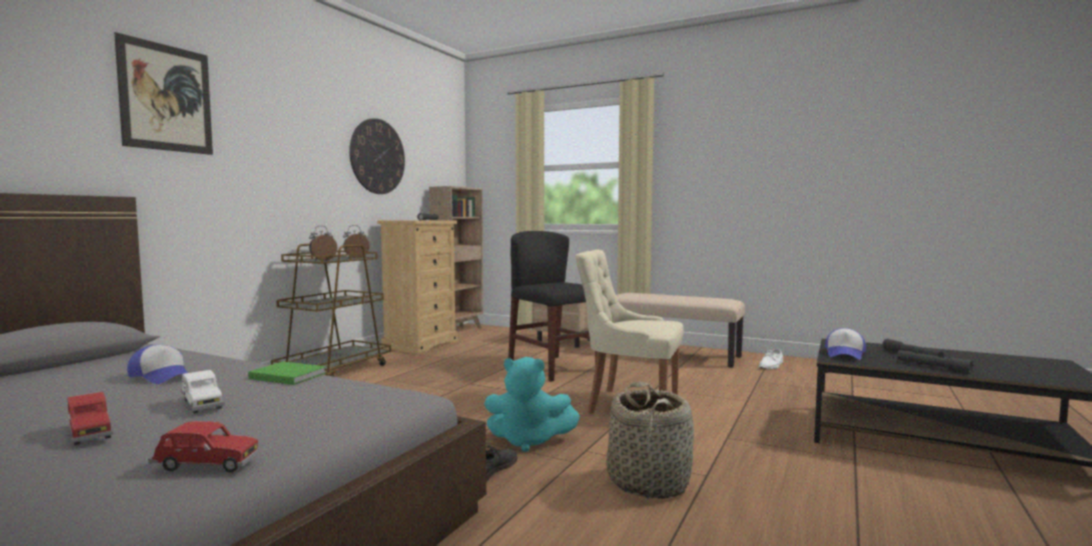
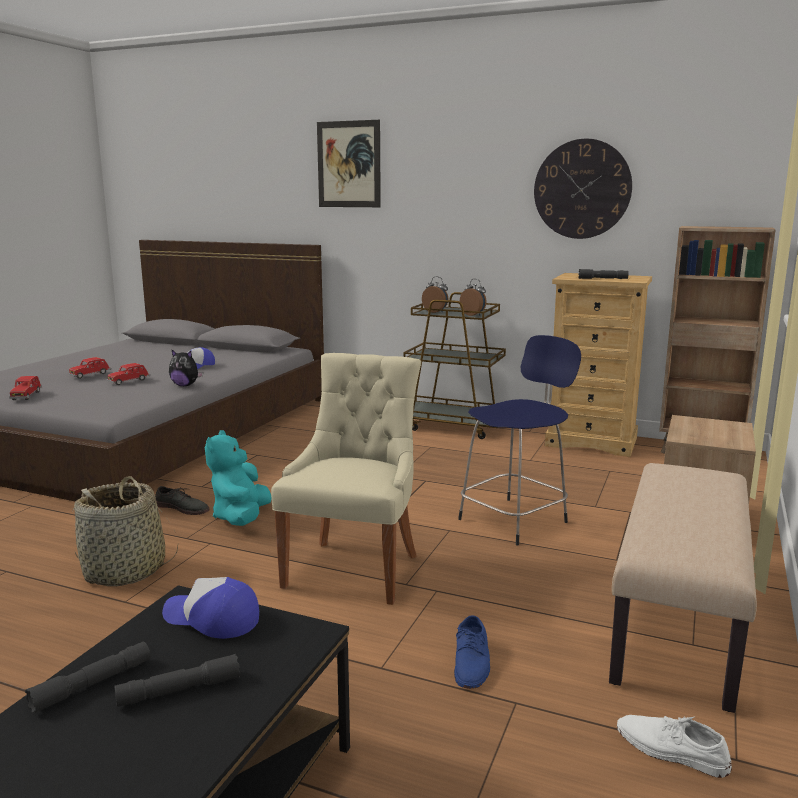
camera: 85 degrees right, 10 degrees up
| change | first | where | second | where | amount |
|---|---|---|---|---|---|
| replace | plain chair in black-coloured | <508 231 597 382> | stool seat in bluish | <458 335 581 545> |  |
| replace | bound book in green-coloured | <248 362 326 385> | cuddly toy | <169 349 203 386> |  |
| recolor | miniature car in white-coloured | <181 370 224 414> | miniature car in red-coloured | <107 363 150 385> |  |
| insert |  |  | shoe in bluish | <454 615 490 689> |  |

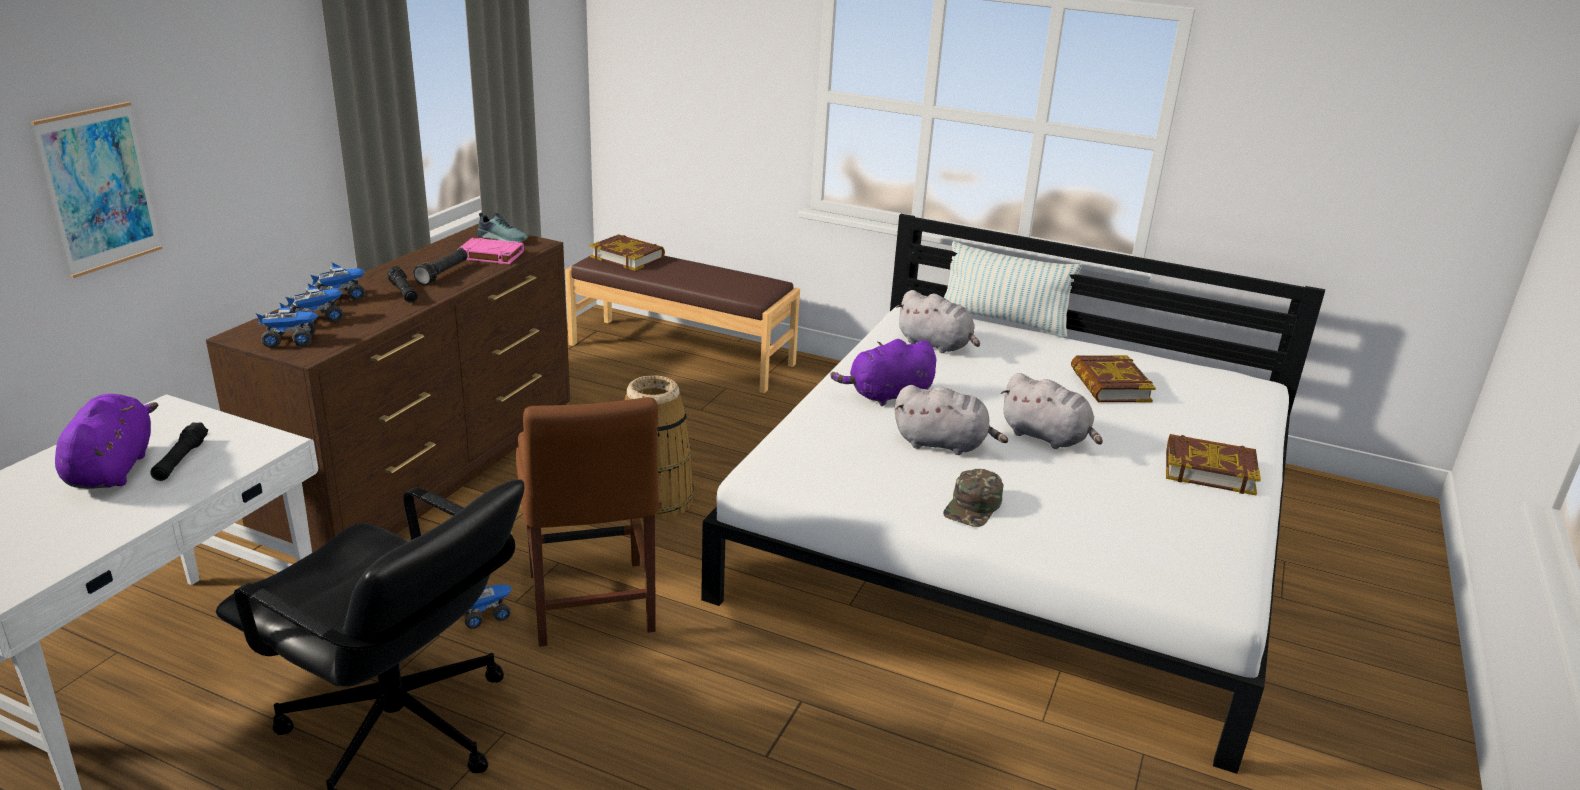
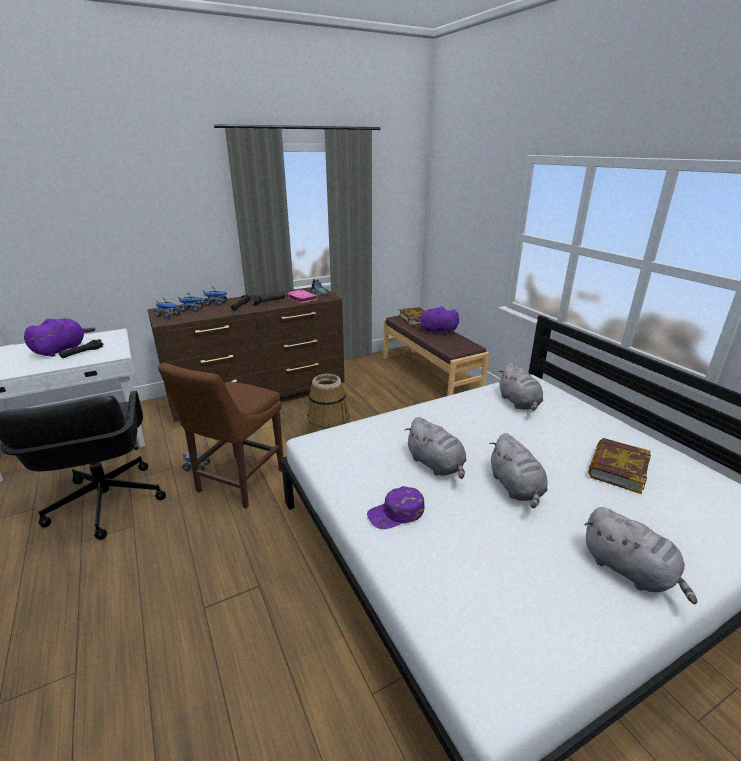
camera: 40 degrees right, 0 degrees up
| change | first | where | second | where | amount |
|---|---|---|---|---|---|
| delete | picture | <31 102 162 278> |  |  |  |
| delete | pillow | <944 241 1082 338> |  |  |  |
| move | cuddly toy in purple-coloured | <830 339 936 406> |  | <414 306 459 335> |  |
| replace | bound book | <1166 434 1261 495> | cuddly toy in greyish | <584 507 697 605> |  |
| recolor | peaked cap in green-coloured | <943 469 1004 527> | peaked cap in purple-coloured | <367 486 424 529> |  |

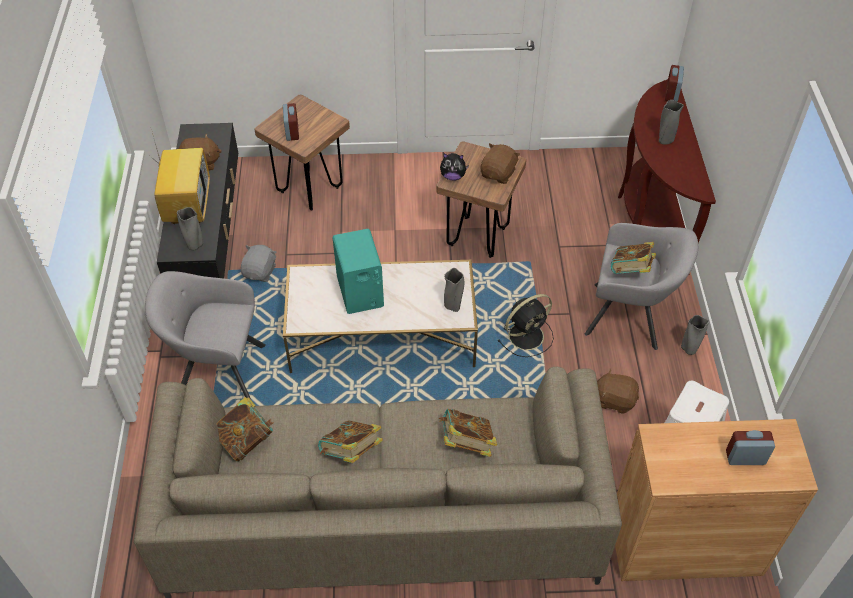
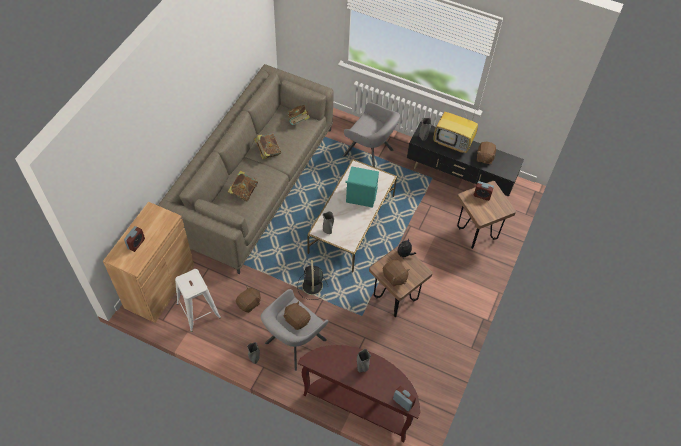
camera: 115 degrees right, 5 degrees up
| change | first | where | second | where | amount |
|---|---|---|---|---|---|
| replace | bound book | <611 242 656 274> | cuddly toy in brownish | <284 301 311 330> |  |
| delete | cuddly toy in greyish | <241 245 277 282> |  |  |  |
| rotate | easy chair in greyish | <145 271 266 399> |  | <343 102 400 167> | 90 degrees clockwise |

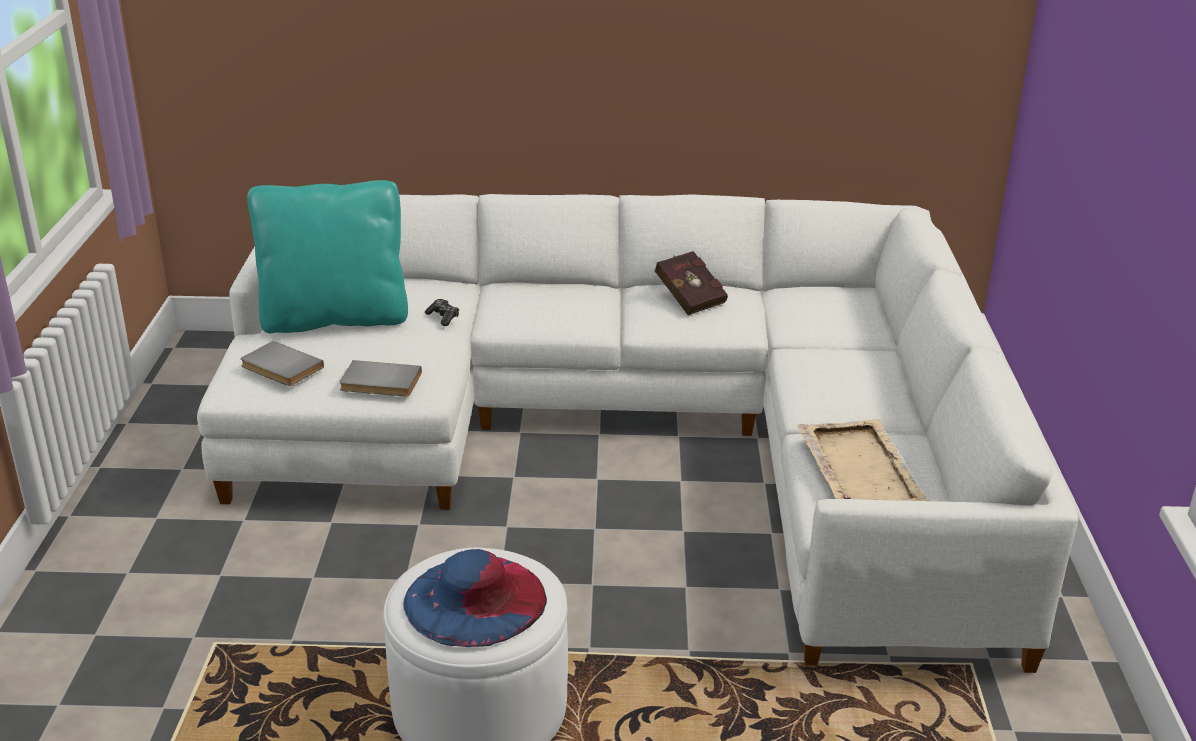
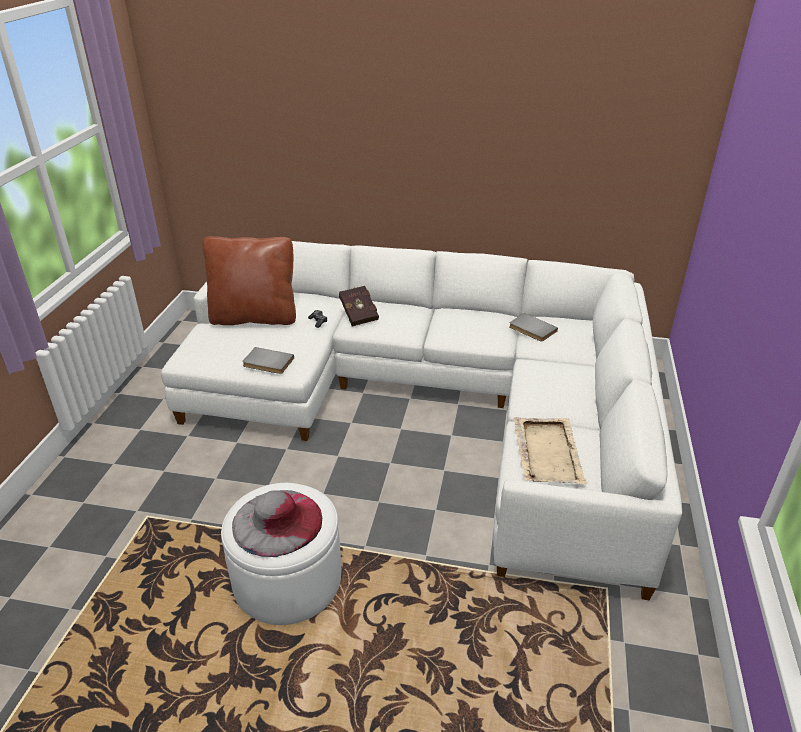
camera: 10 degrees right, 5 degrees up
| change | first | where | second | where | amount |
|---|---|---|---|---|---|
| recolor | pillow in turquoise | <247 180 408 333> | pillow in brownish | <202 236 296 325> |  |
| move | bound book in red-coloured | <654 251 728 315> |  | <339 286 379 326> |  |
| move | bound book in greyish | <241 341 324 386> |  | <509 313 558 342> |  |
| recolor | wearable hat in bluish | <403 549 547 647> | wearable hat in greyish | <232 490 322 557> |  |

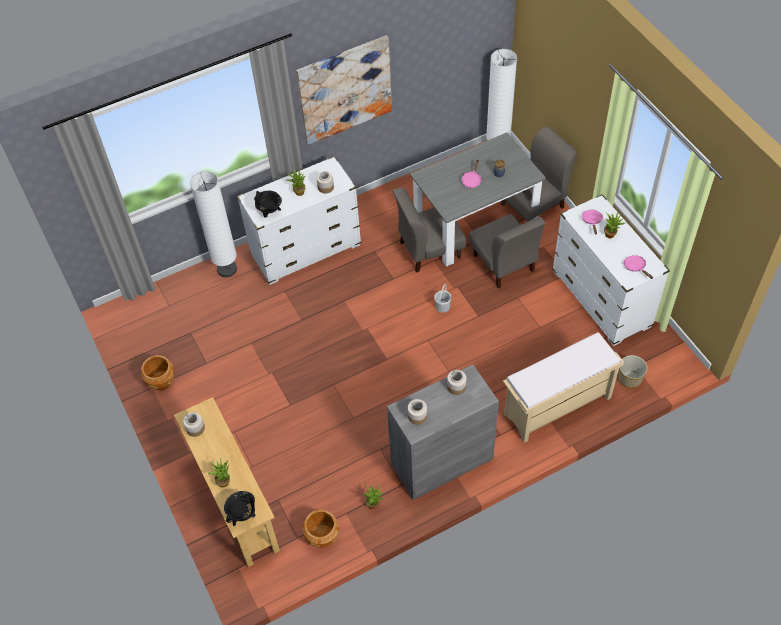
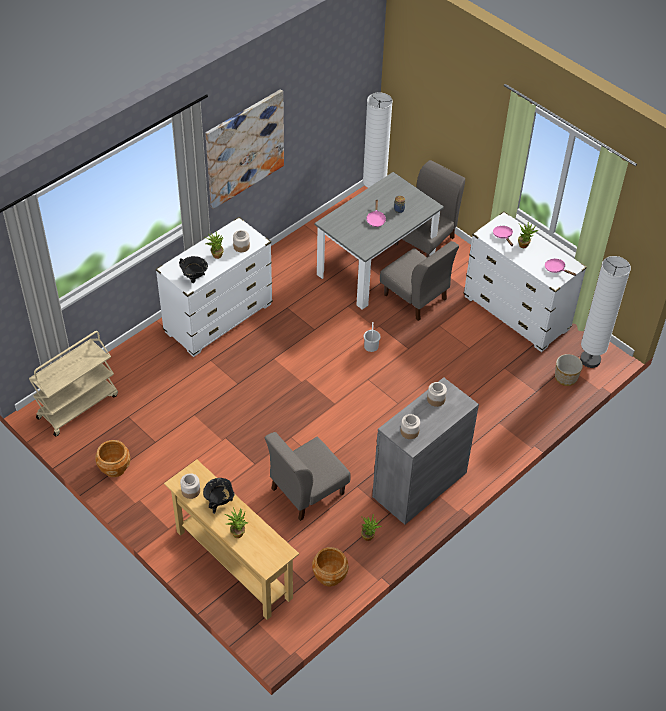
camera: 20 degrees left, 5 degrees down
| change | first | where | second | where | amount |
|---|---|---|---|---|---|
| move | floor lamp in white-coloured | <190 171 237 277> |  | <580 256 631 368> |  |
| move | plain chair in greyish | <392 188 466 273> |  | <264 432 351 521> |  |
| delete | long seat in sand-coloured | <503 332 624 443> |  |  |  |
| move | saucepot in black-coloured | <224 491 255 526> |  | <203 478 235 514> |  |
| insert |  |  | wheeled cart in sand-coloured | <29 331 118 437> |  |

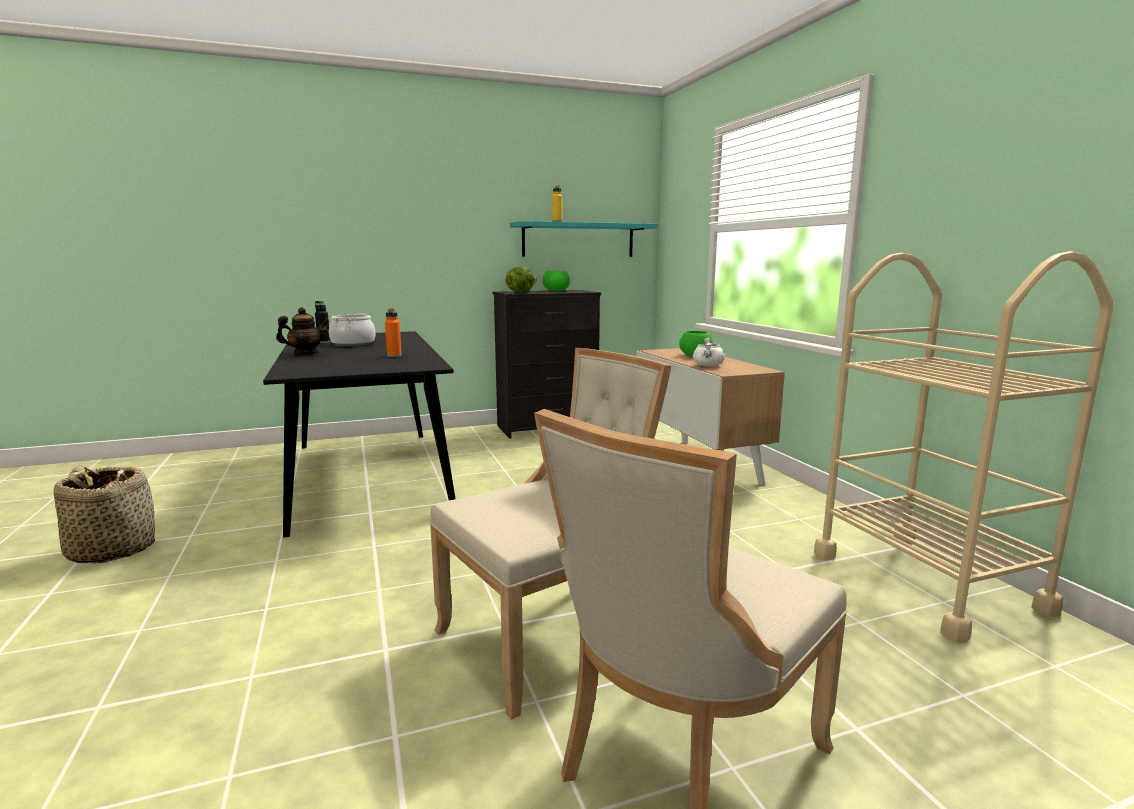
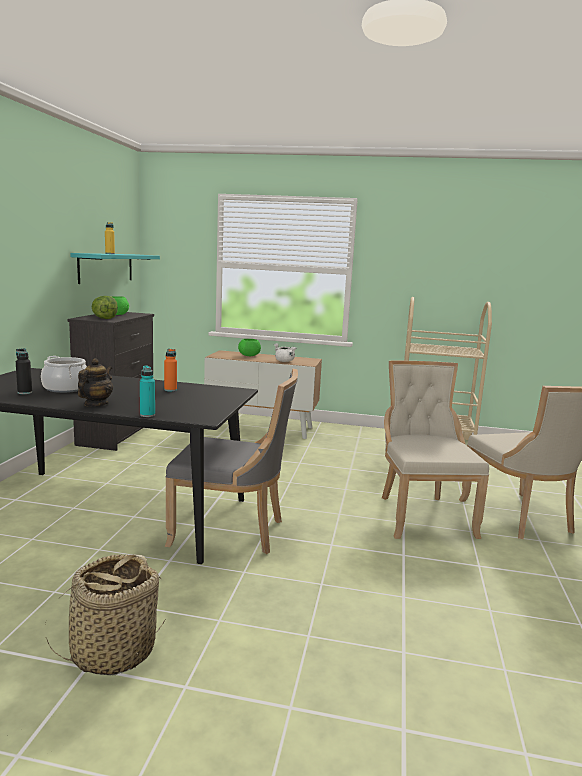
camera: 60 degrees left, 0 degrees up
| change | first | where | second | where | amount |
|---|---|---|---|---|---|
| insert |  |  | drink bottle in turquoise | <140 366 155 417> |  |
| insert |  |  | plain chair in greyish | <165 368 298 554> |  |

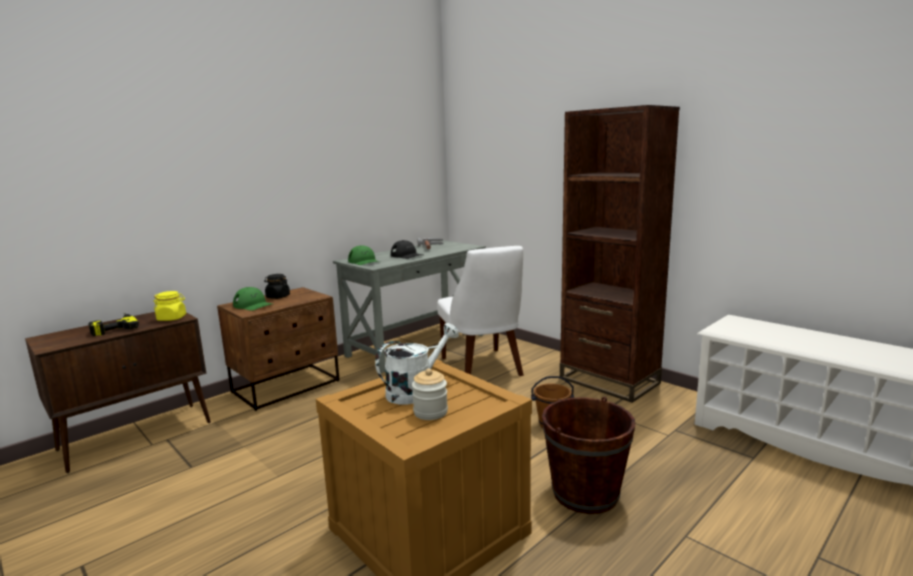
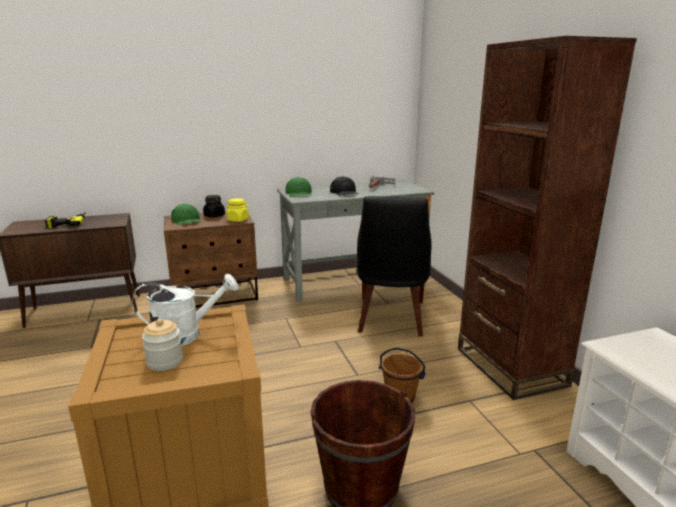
camera: 25 degrees right, 5 degrees up
| change | first | where | second | where | amount |
|---|---|---|---|---|---|
| recolor | plain chair in white-coloured | <437 246 524 376> | plain chair in black-coloured | <356 196 431 336> |  |
| move | jar in yellow-coloured | <153 291 186 321> |  | <227 198 249 222> |  |

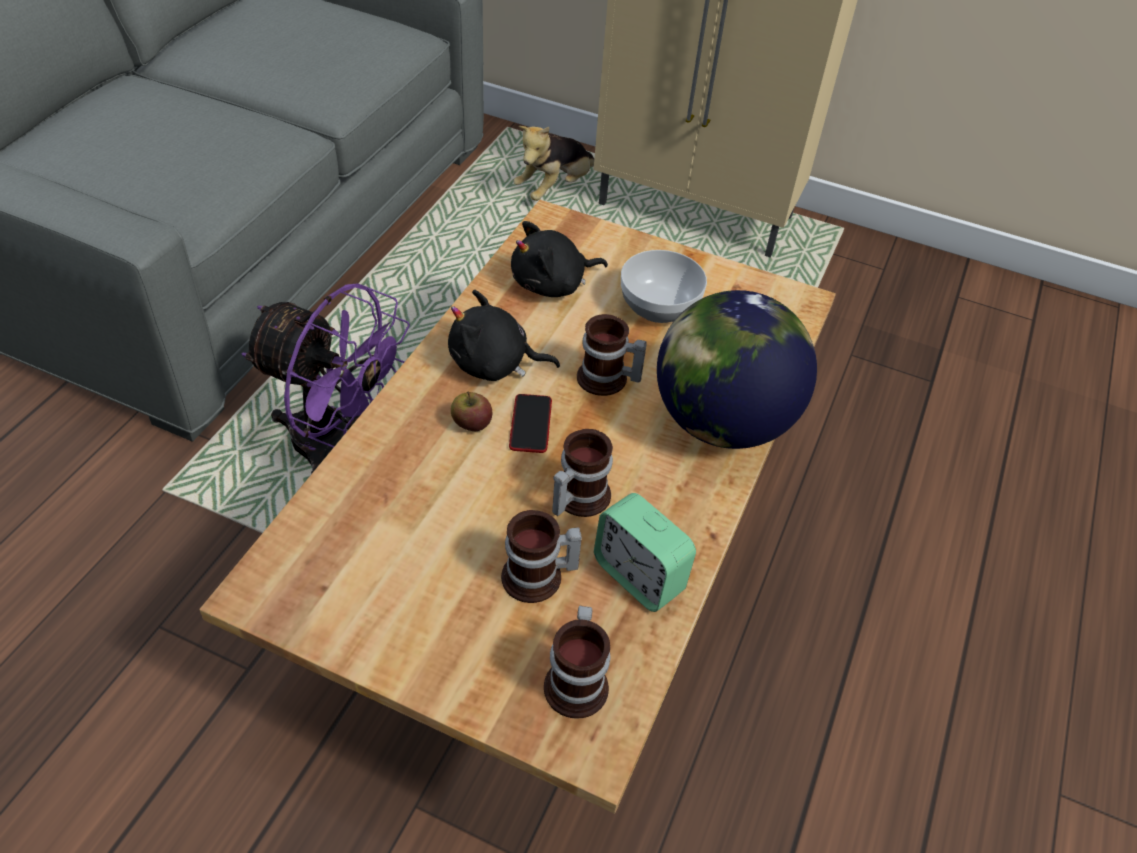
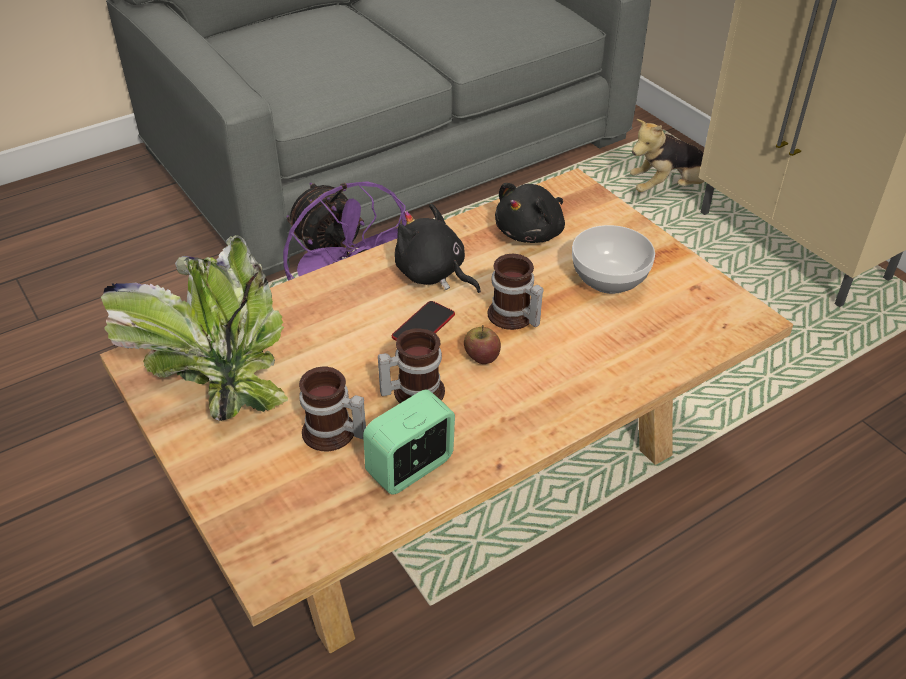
camera: 35 degrees right, 5 degrees down
| change | first | where | second | where | amount |
|---|---|---|---|---|---|
| rotate | cuddly toy in black-coloured | <511 221 608 297> |  | <495 183 565 243> | 60 degrees counterclockwise |
| delete | globe | <657 290 817 449> |  |  |  |
| move | whole apple | <451 391 492 431> |  | <464 325 501 364> |  |
| rotate | alarm clock | <594 493 696 612> |  | <363 389 455 495> | 60 degrees clockwise |
| delete | coffee mug | <544 606 610 718> |  |  |  |
| insert |  |  | houseplant | <101 235 288 421> |  |

